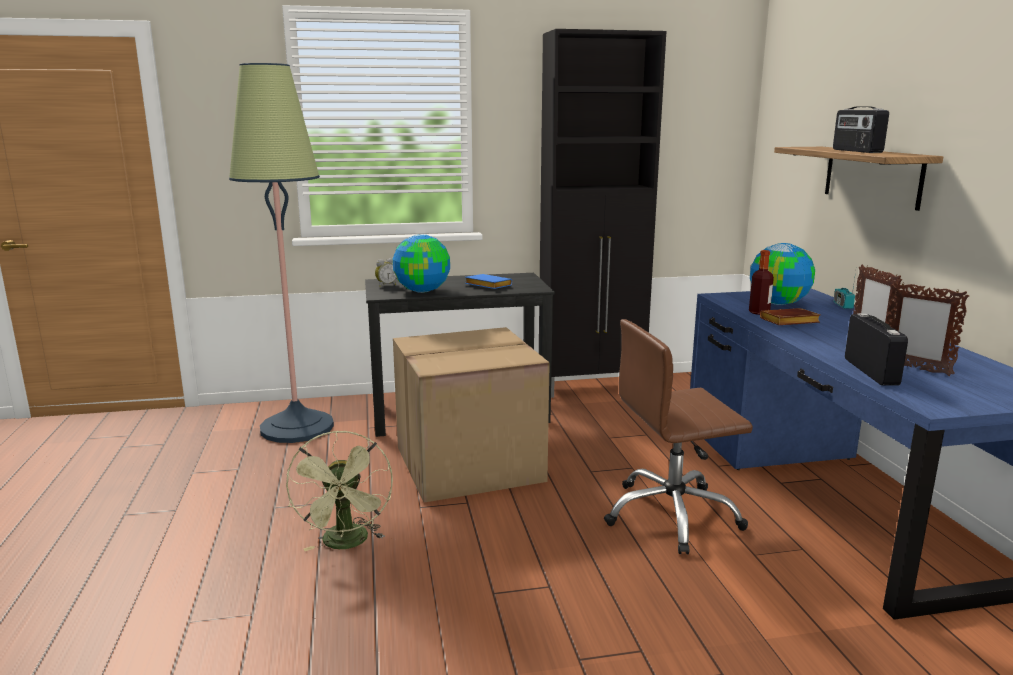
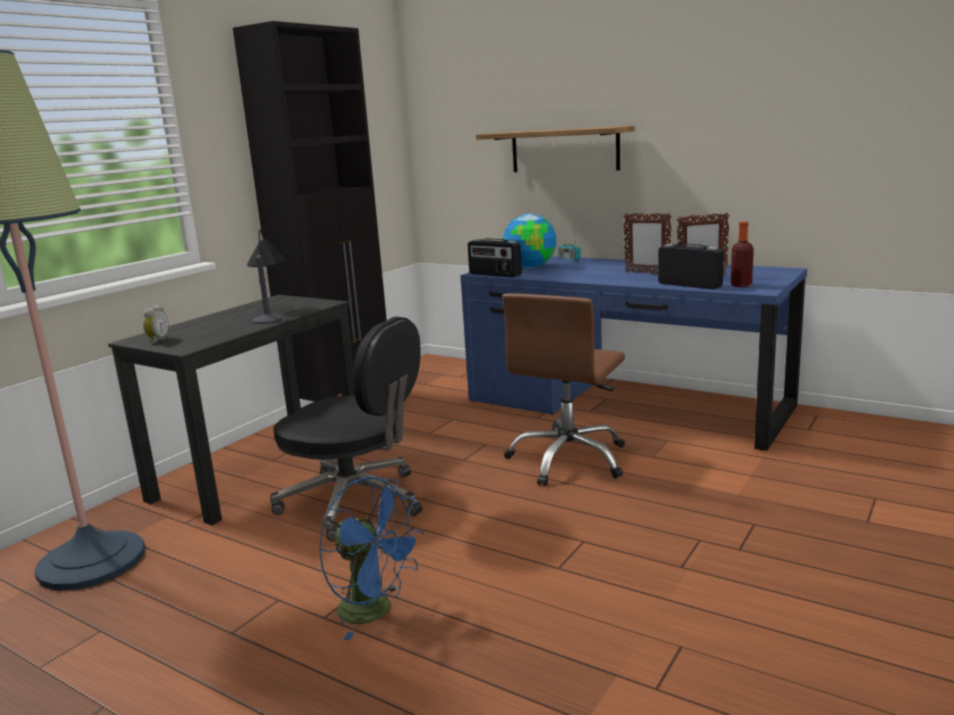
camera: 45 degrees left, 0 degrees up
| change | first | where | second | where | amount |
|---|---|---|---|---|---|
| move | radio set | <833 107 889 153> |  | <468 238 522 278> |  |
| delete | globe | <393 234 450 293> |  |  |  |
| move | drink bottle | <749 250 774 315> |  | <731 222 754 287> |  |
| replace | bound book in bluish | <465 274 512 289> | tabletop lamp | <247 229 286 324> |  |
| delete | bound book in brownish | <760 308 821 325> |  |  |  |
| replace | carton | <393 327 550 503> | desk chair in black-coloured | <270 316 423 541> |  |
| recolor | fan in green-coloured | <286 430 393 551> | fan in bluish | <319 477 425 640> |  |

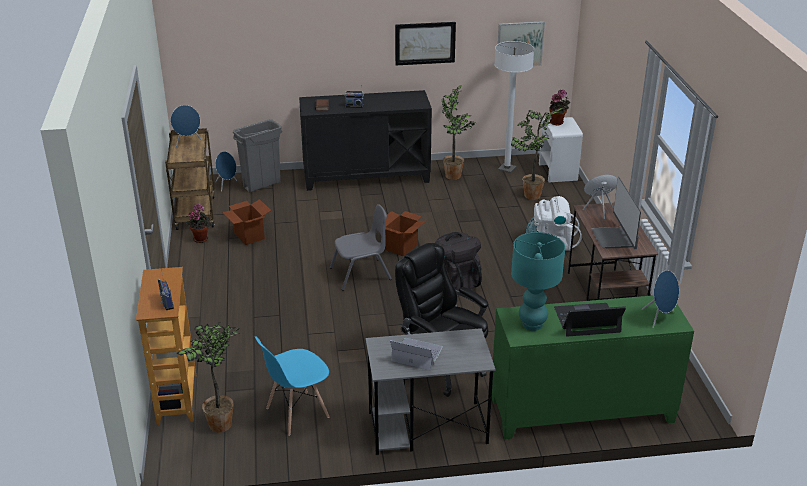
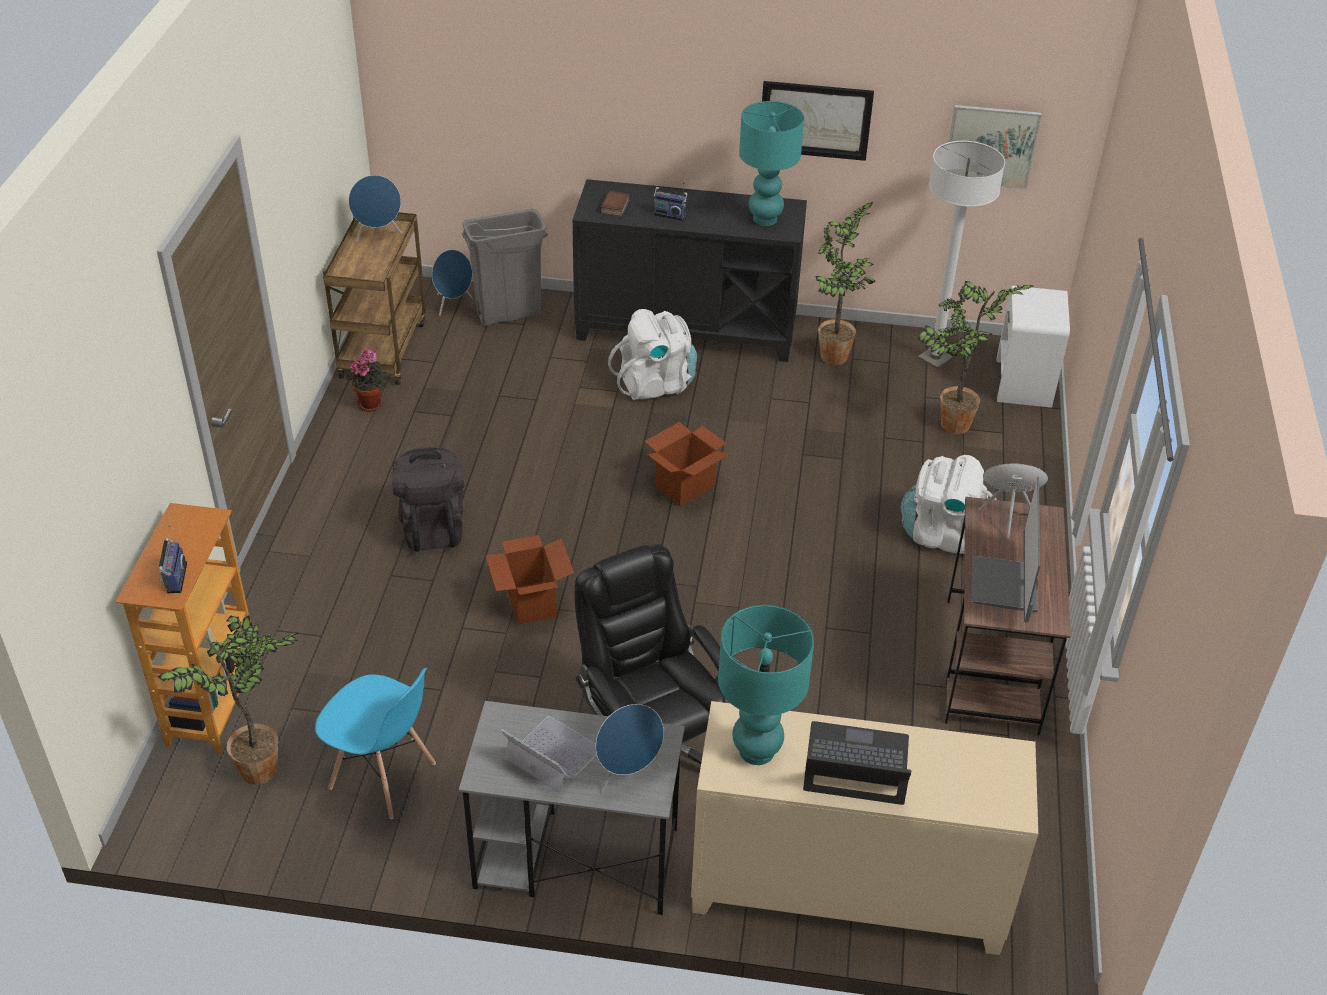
camera: 15 degrees right, 10 degrees up
| change | first | where | second | where | amount |
|---|---|---|---|---|---|
| delete | houseplant | <549 90 570 125> |  |  |  |
| move | carton | <223 199 271 245> |  | <485 535 574 625> |  |
| delete | plain chair in greyish | <330 204 392 291> |  |  |  |
| move | backpack in black-coloured | <435 232 482 291> |  | <391 447 464 552> |  |
| move | speaker in bluish | <642 270 679 328> |  | <595 704 664 793> |  |
| recolor | storage cabinet in green-coloured | <492 295 694 439> | storage cabinet in sand-coloured | <691 701 1038 955> |  |
| rotate | plain chair in bluish | <255 336 330 436> |  | <315 667 436 819> | 135 degrees counterclockwise |
| insert |  |  | tabletop lamp in turquoise | <739 101 804 226> |  |
| insert |  |  | backpack in white-coloured | <608 309 697 400> |  |

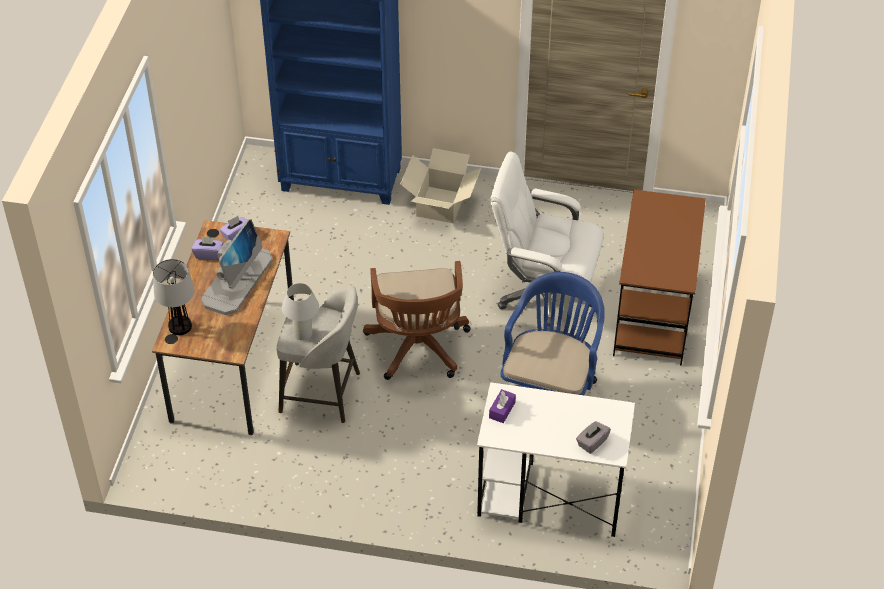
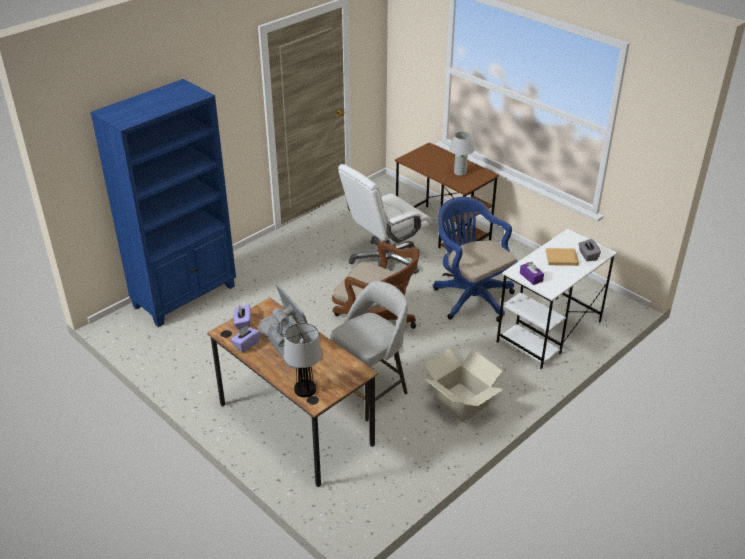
camera: 55 degrees left, 10 degrees down
| change | first | where | second | where | amount |
|---|---|---|---|---|---|
| move | carton | <400 148 481 223> |  | <424 349 504 422> |  |
| move | tabletop lamp in white-coloured | <282 283 319 341> |  | <449 131 475 176> |  |
| insert |  |  | bound book in sand-coloured | <545 248 579 266> |  |

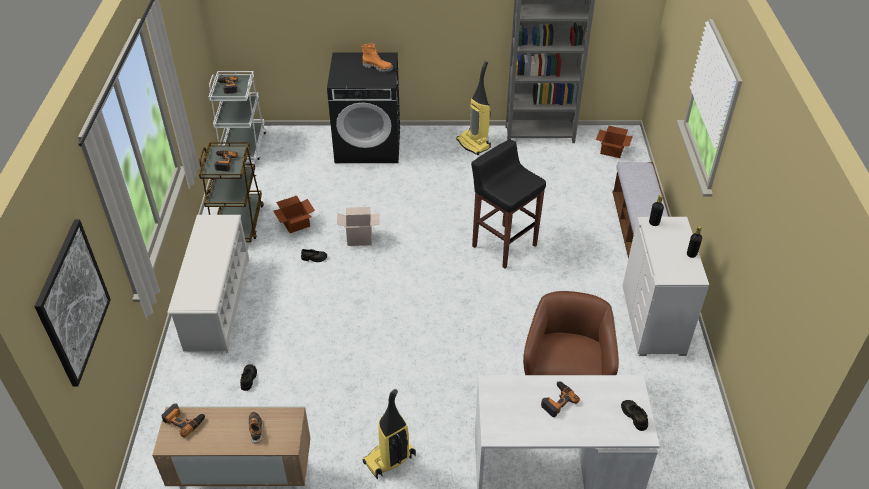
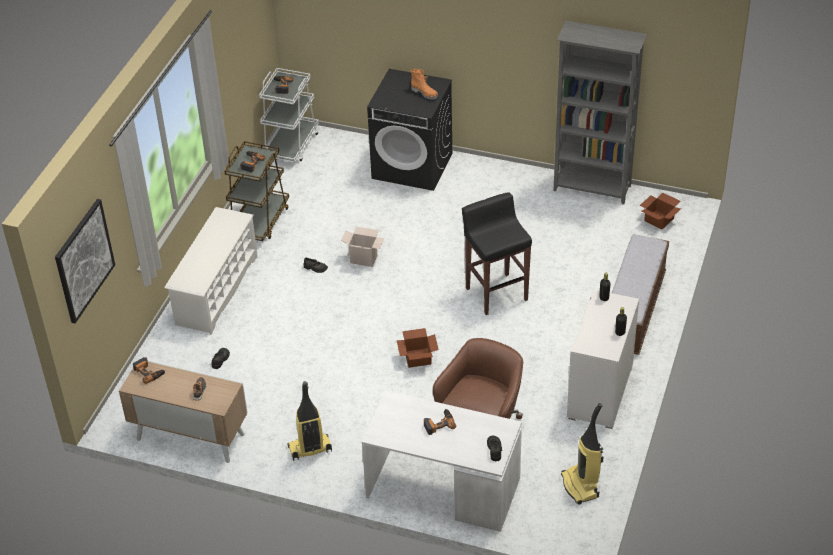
camera: 20 degrees right, 0 degrees up
| change | first | where | second | where | amount |
|---|---|---|---|---|---|
| move | hoover | <456 61 491 155> |  | <561 403 604 505> |  |
| move | carton | <273 196 315 233> |  | <396 328 439 368> |  |

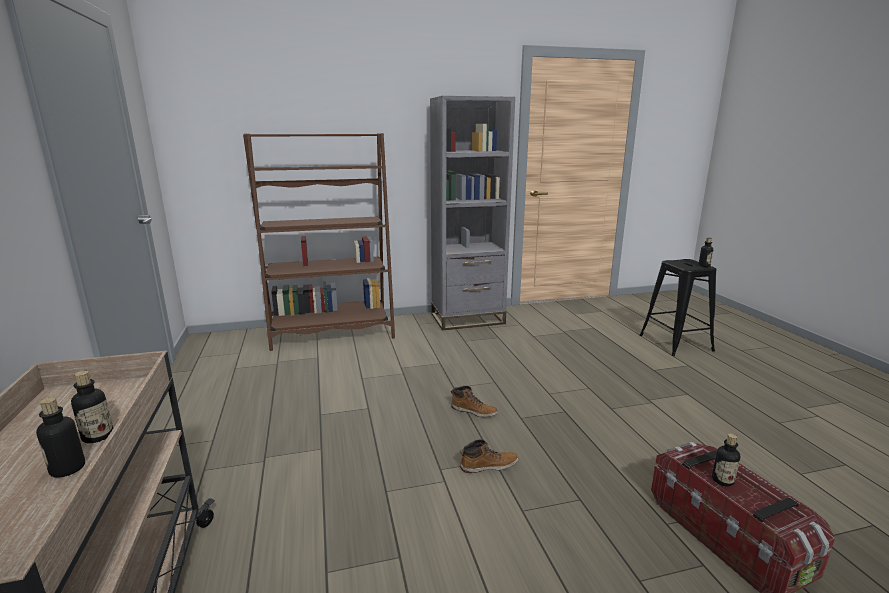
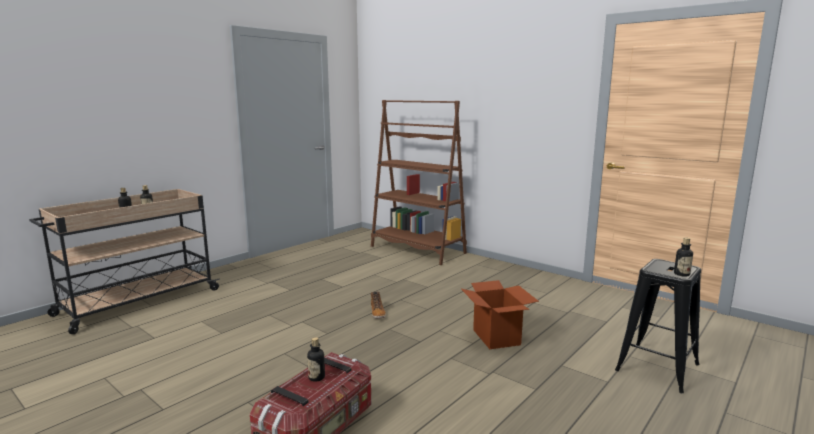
camera: 55 degrees right, 5 degrees down
| change | first | where | second | where | amount |
|---|---|---|---|---|---|
| delete | shelving unit in greyish | <430 96 515 330> |  |  |  |
| delete | high-top boot | <460 439 518 473> |  |  |  |
| insert |  |  | carton | <461 280 539 349> |  |

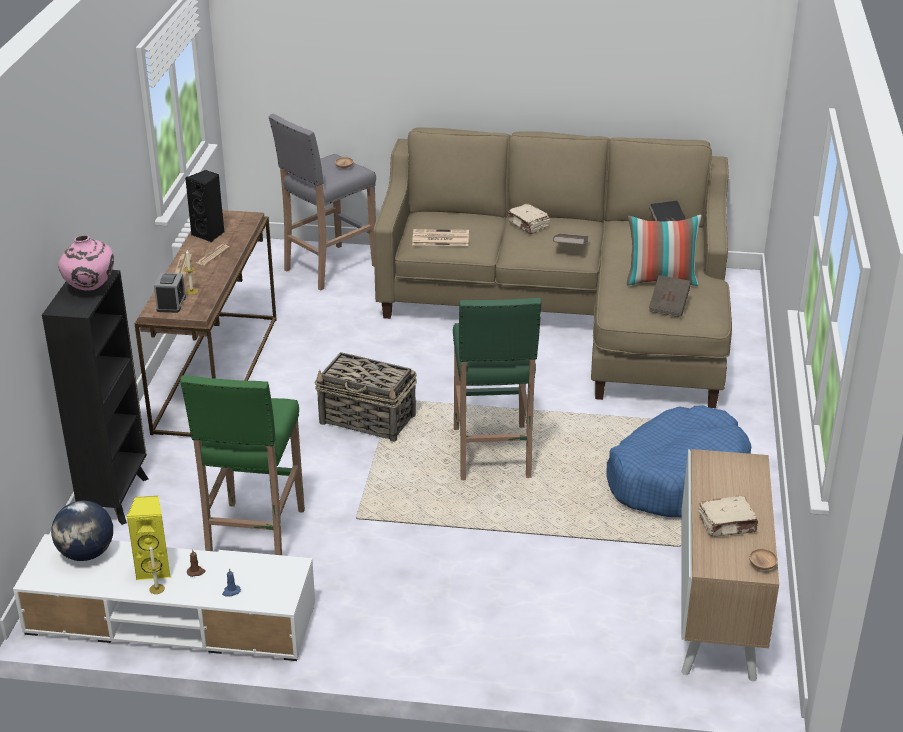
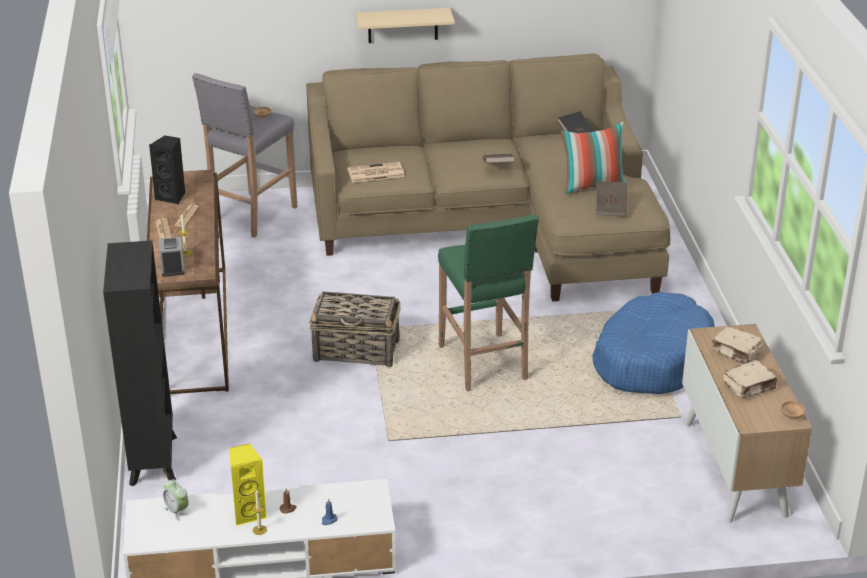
camera: 15 degrees left, 0 degrees up
| change | first | where | second | where | amount |
|---|---|---|---|---|---|
| move | bound book in sand-coloured | <507 204 550 234> |  | <712 326 764 364> |  |
| delete | decorative vase in pinkish | <58 235 114 290> |  |  |  |
| delete | stool seat in green-coloured | <180 375 305 555> |  |  |  |
| replace | globe | <51 501 113 561> | alarm clock | <163 479 189 520> |  |
| insert |  |  | bracket shelf in sand-coloured | <355 8 455 43> |  |

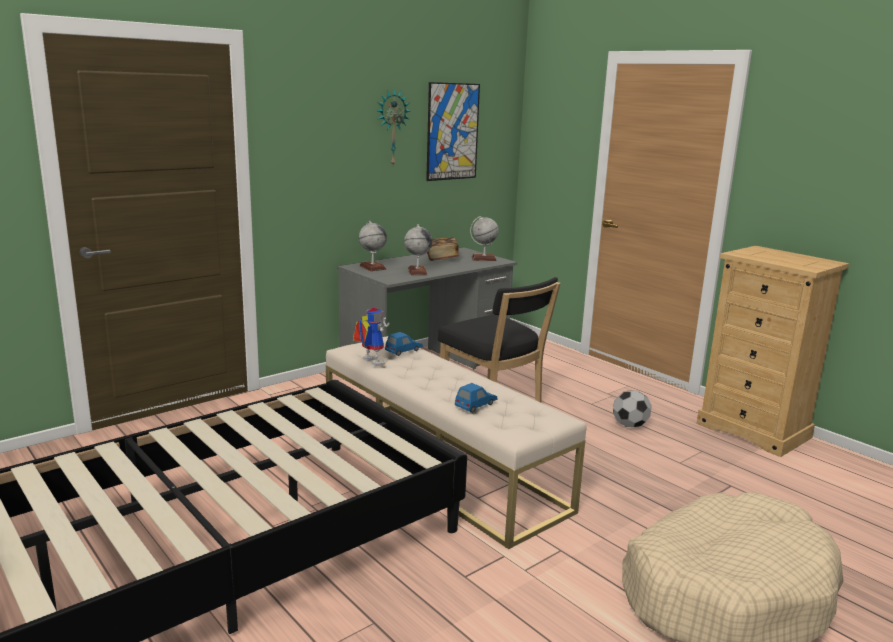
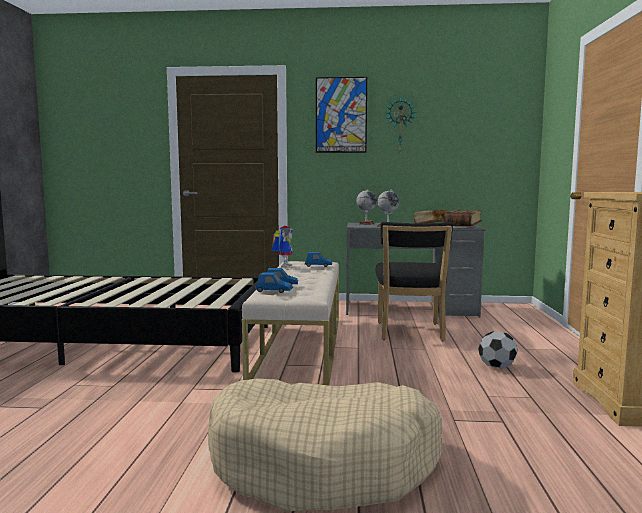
camera: 45 degrees right, 10 degrees down
| change | first | where | second | where | amount |
|---|---|---|---|---|---|
| move | picture | <426 82 480 181> |  | <316 77 367 153> |  |
| replace | globe | <470 216 499 261> | bound book | <444 210 482 226> |  |
| insert |  |  | miniature car in bluish | <255 272 293 293> |  |

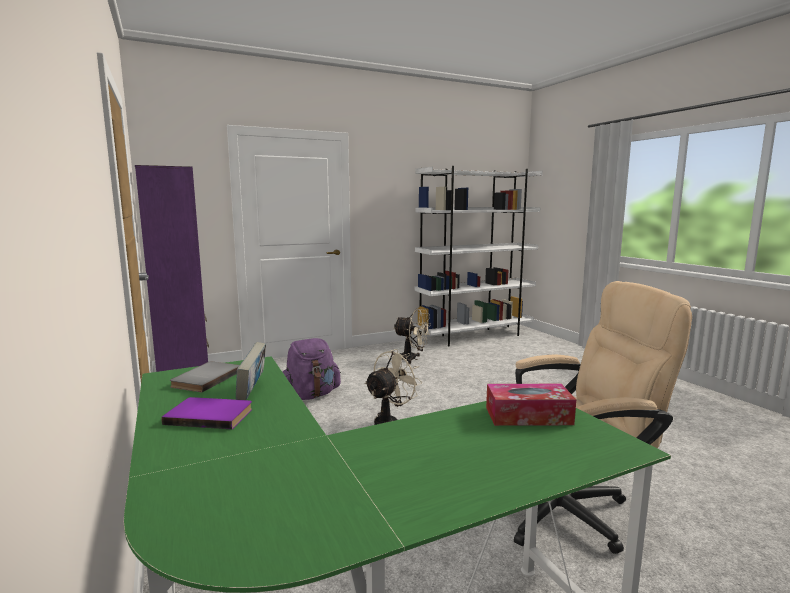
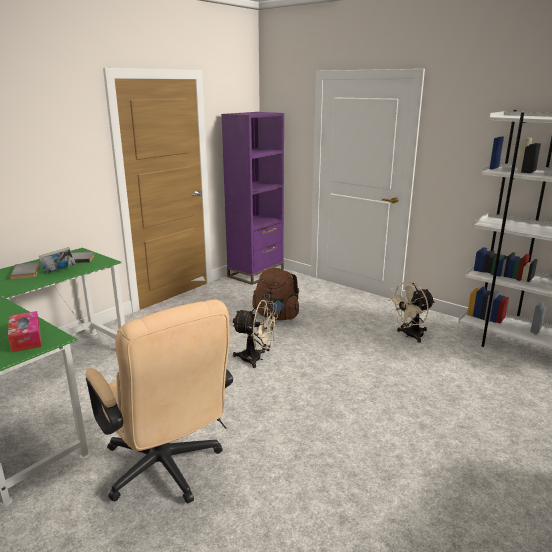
camera: 65 degrees right, 10 degrees up
| change | first | where | second | where | amount |
|---|---|---|---|---|---|
| rotate | fan in sand-coloured | <393 309 431 364> |  | <388 282 435 343> | 60 degrees clockwise |
| recolor | backpack in purple-coloured | <283 338 341 400> | backpack in brownish | <252 268 299 320> |  |
| recolor | bound book in purple-coloured | <161 397 252 429> | bound book in greyish | <10 262 40 280> |  |

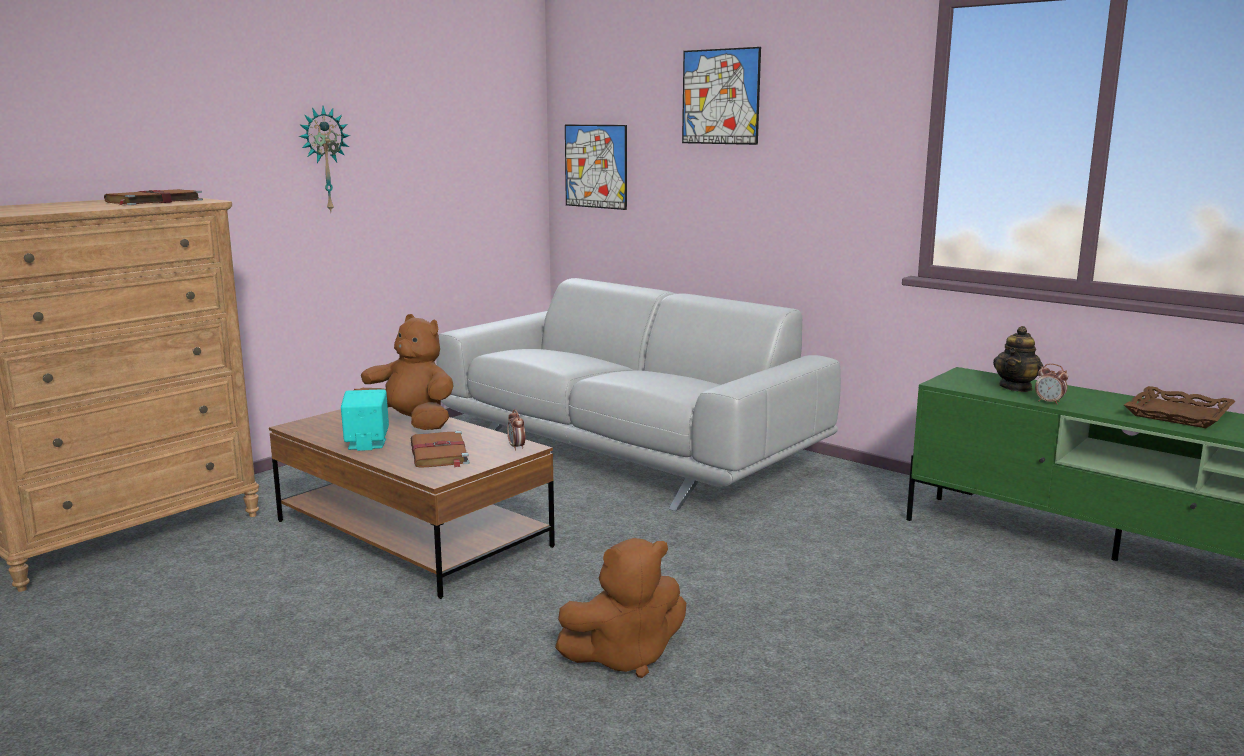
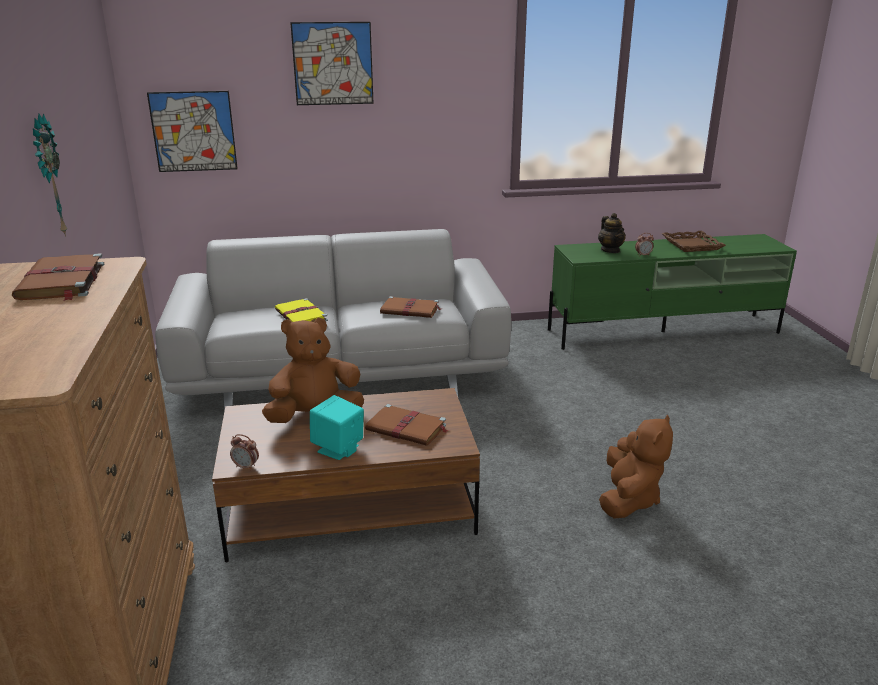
camera: 50 degrees left, 10 degrees up
| change | first | where | second | where | amount |
|---|---|---|---|---|---|
| move | alarm clock | <507 409 525 451> |  | <230 434 259 471> |  |
| insert |  |  | bound book in brownish | <380 296 441 318> |  |
| insert |  |  | bound book in yellow-coloured | <275 298 328 322> |  |

